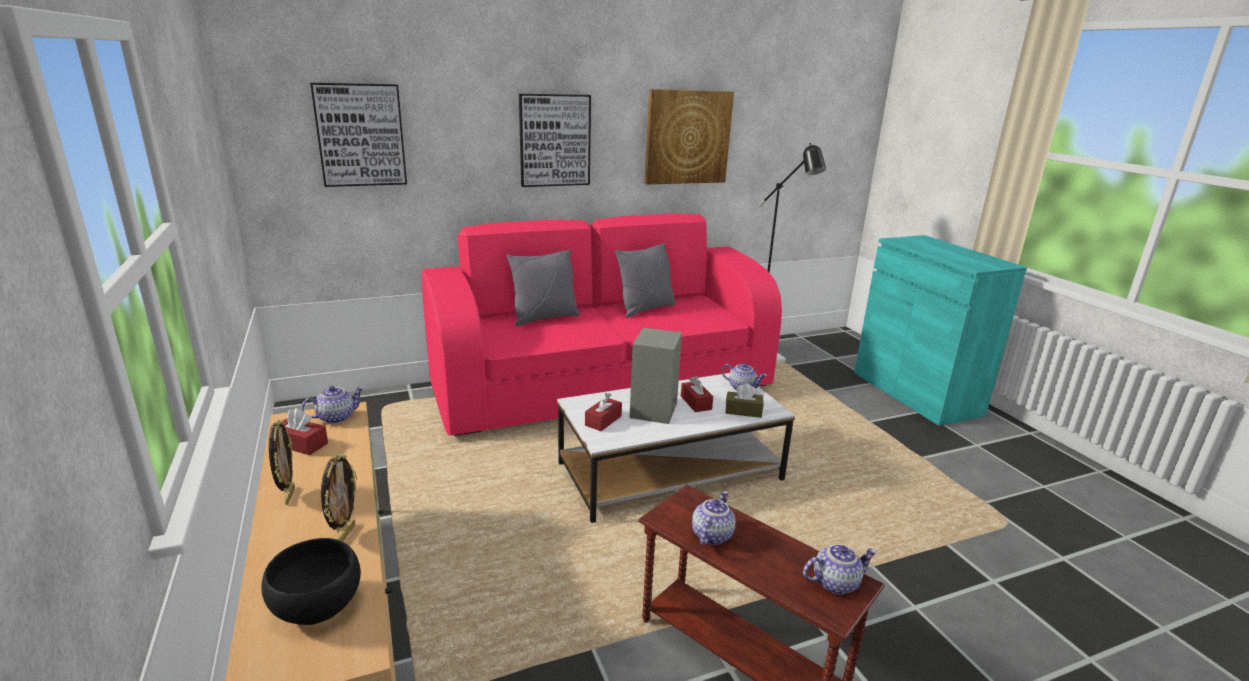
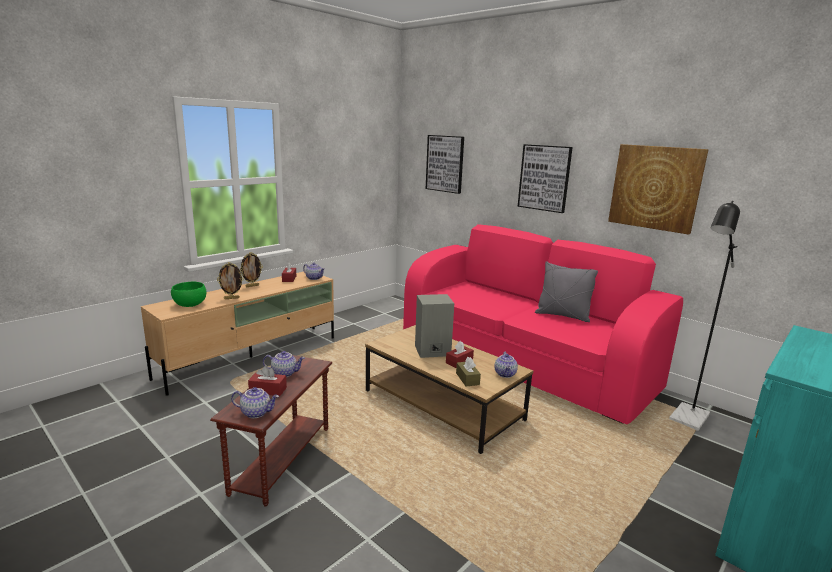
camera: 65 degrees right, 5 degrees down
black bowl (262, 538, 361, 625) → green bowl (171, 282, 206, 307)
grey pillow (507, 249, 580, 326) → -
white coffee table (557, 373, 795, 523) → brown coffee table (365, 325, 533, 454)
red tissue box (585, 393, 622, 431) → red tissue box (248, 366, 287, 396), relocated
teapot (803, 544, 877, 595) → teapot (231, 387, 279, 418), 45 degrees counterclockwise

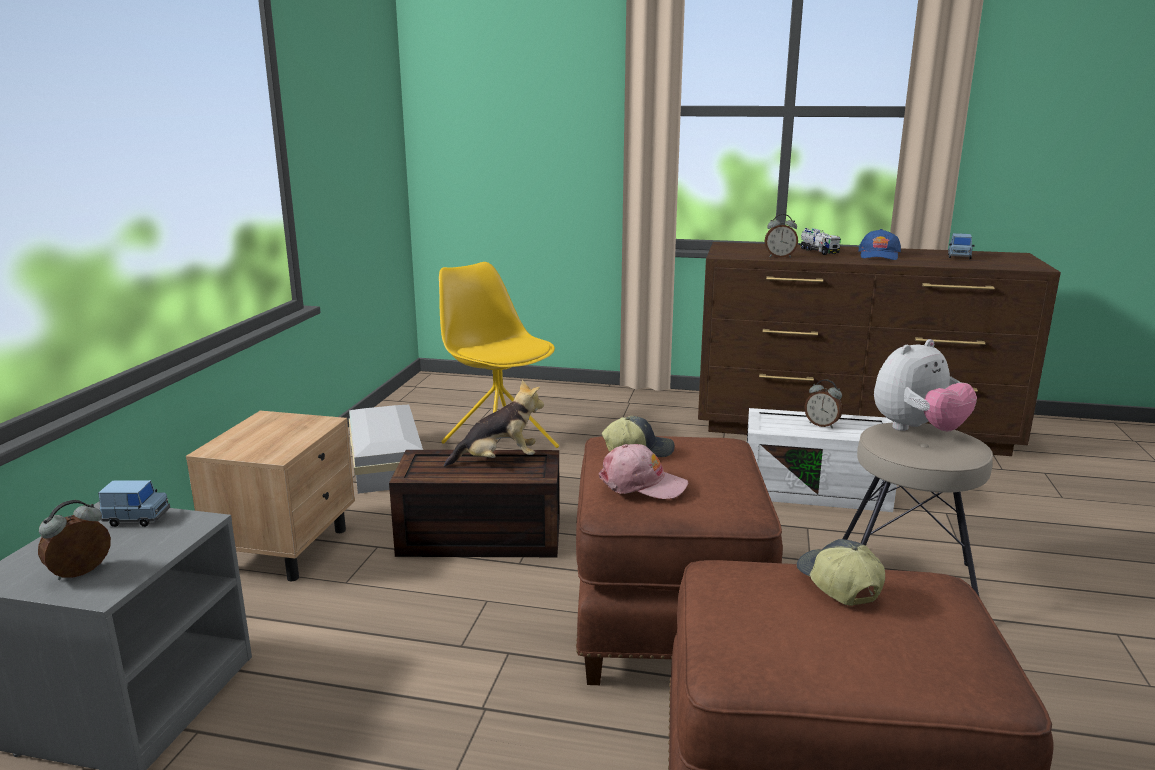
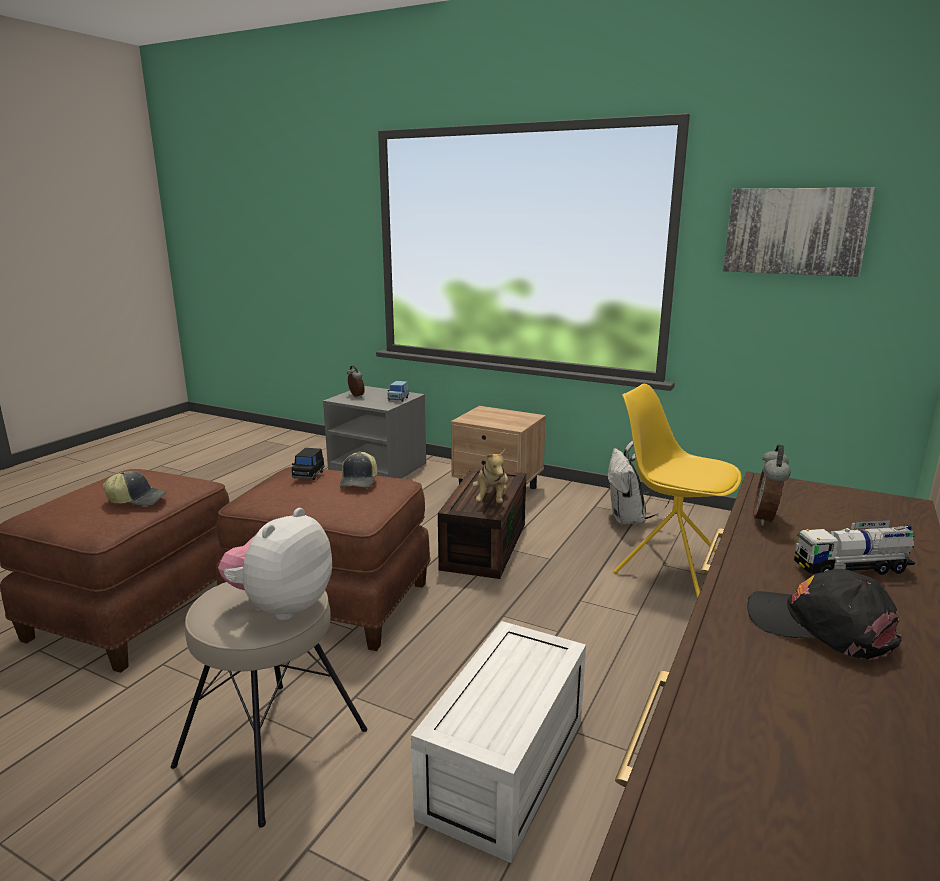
camera: 105 degrees right, 0 degrees up
white storage box (349, 404, 423, 494) → white backpack (607, 441, 672, 524)
yellow chair (439, 262, 559, 448) → yellow chair (613, 384, 741, 599), 120 degrees counterclockwise
pink cap (599, 444, 689, 499) → black toy car (292, 448, 325, 480)
alarm clock (805, 379, 843, 428) → -
blue cap (859, 229, 901, 260) → black cap (748, 569, 902, 660)
plush toy (874, 339, 977, 431) → plush toy (218, 508, 332, 621), 45 degrees clockwise
blue toy car (948, 233, 975, 259) → -
- → picture (723, 187, 875, 277)

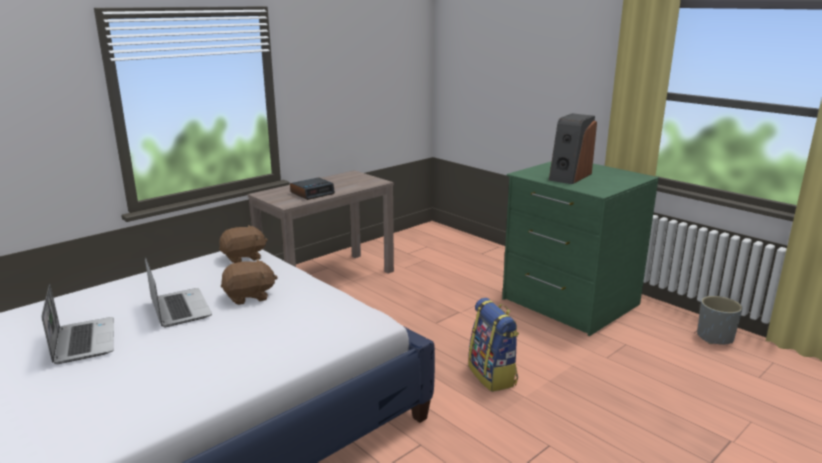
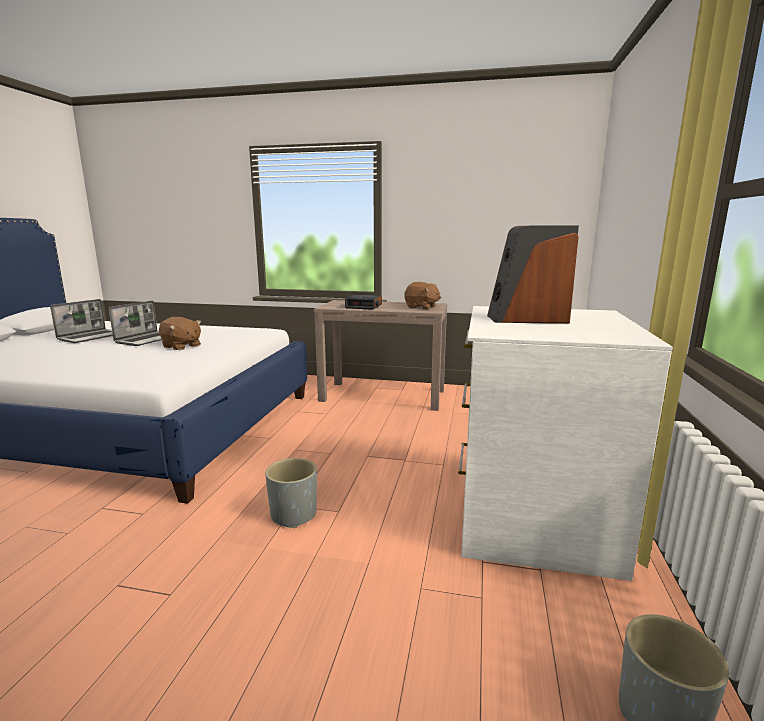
camera: 55 degrees right, 5 degrees down
brown plush toy (219, 225, 268, 263) → brown plush toy (404, 282, 441, 310), relocated
backpack (468, 298, 519, 392) → grey planter (265, 458, 317, 528)
green dresser (502, 161, 659, 336) → white dresser (458, 306, 673, 581)

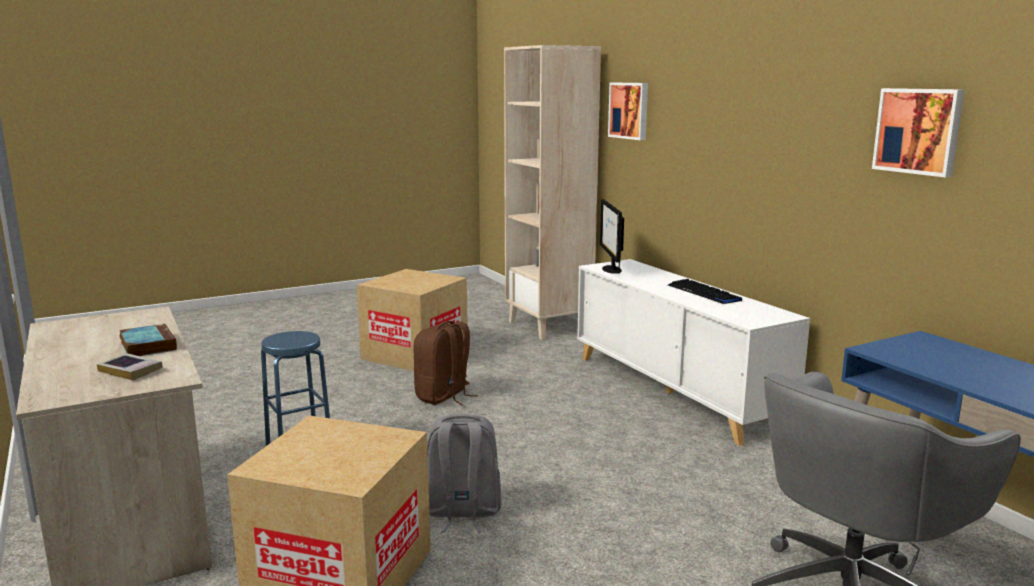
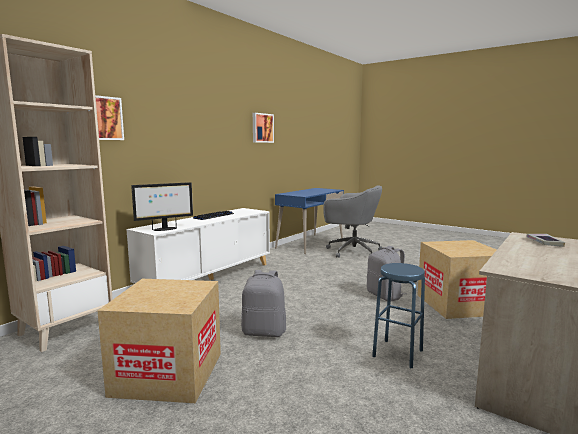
camera: 115 degrees left, 5 degrees down
book (119, 324, 177, 356) → -
brown backpack (413, 321, 478, 405) → grey backpack (241, 270, 286, 337)

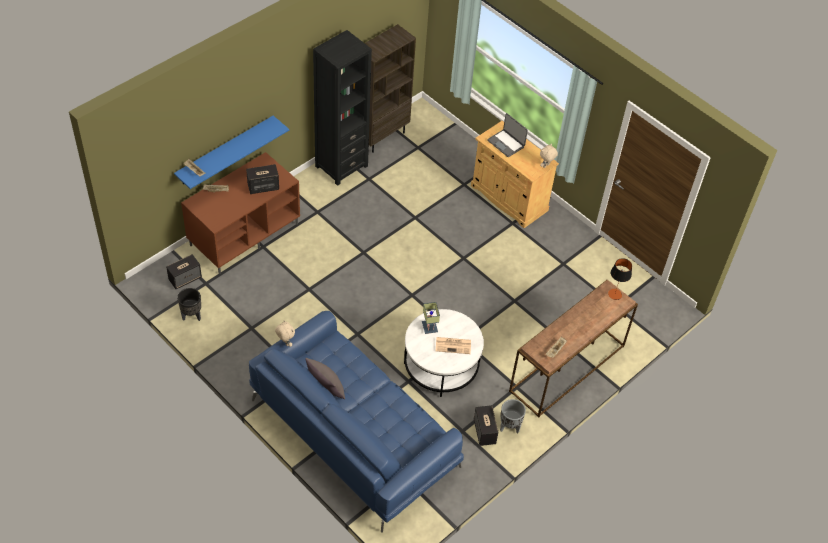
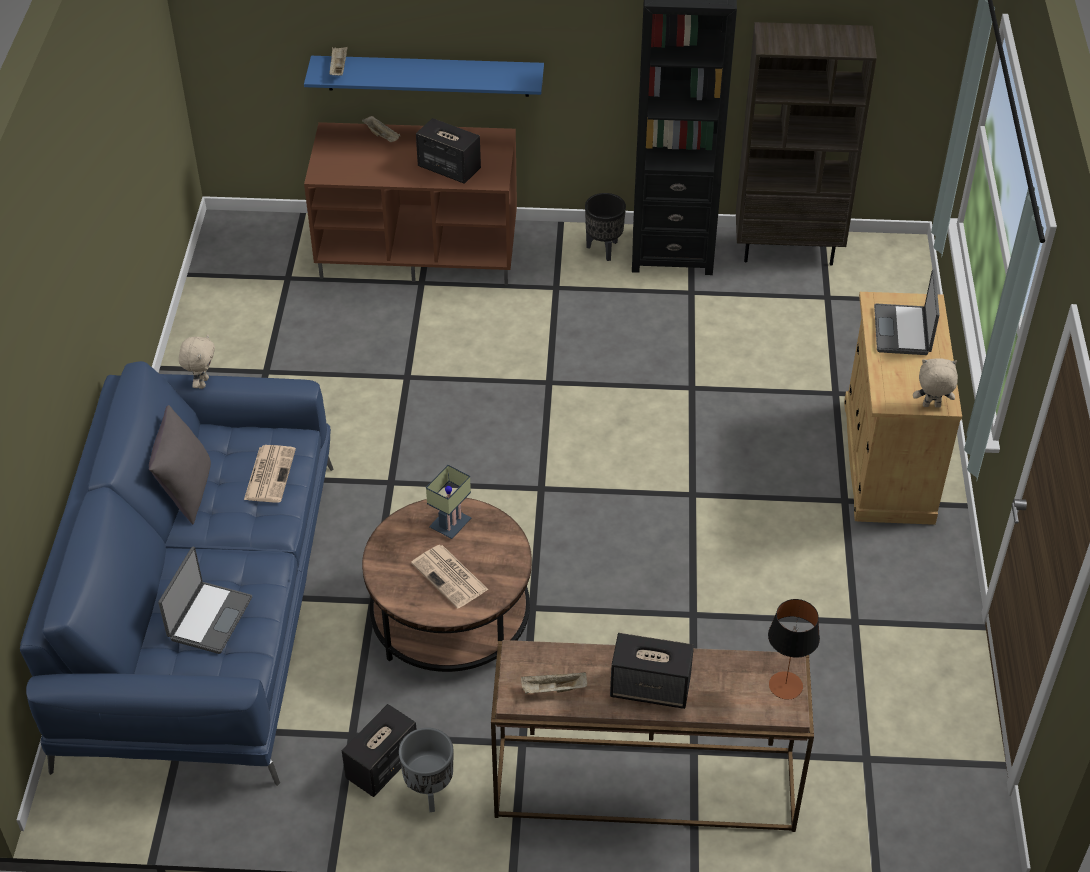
camera: 50 degrees right, 5 degrees down
speaker (166, 254, 202, 289) → speaker (610, 633, 694, 709), relocated
black planter (177, 288, 201, 321) → black planter (585, 193, 626, 261), relocated
white coffee table (404, 309, 484, 397) → brown coffee table (362, 497, 532, 672)
- → laptop (158, 547, 252, 654)
- → newspaper (244, 445, 296, 503)

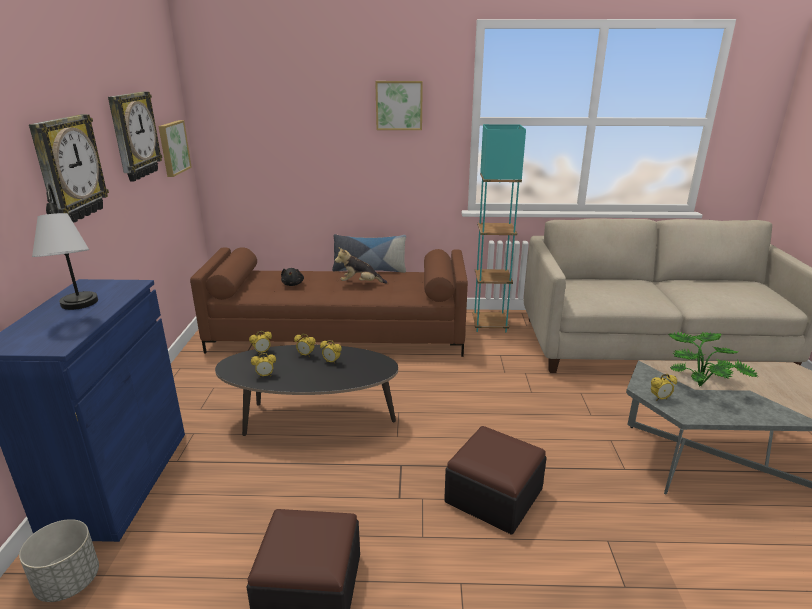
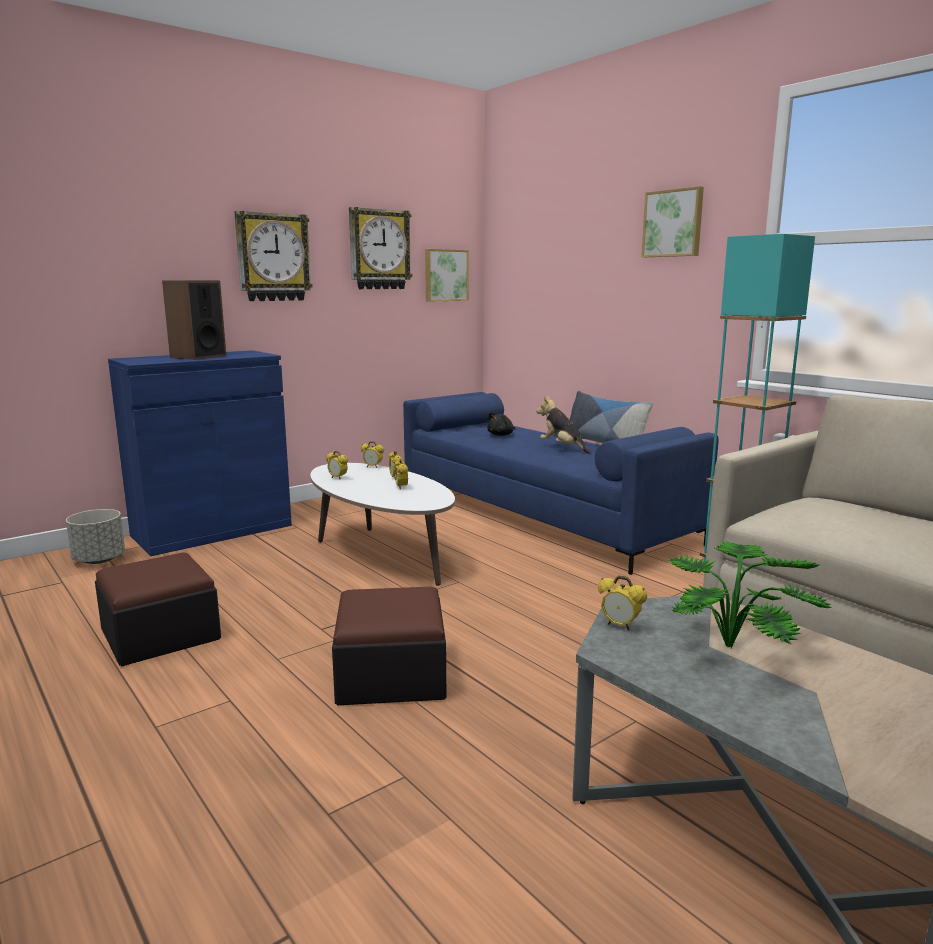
camera: 50 degrees right, 10 degrees down
table lamp (32, 183, 98, 310) → speaker (162, 281, 226, 360)
brown sofa (190, 247, 468, 357) → blue sofa (403, 392, 719, 575)
black coffee table (215, 345, 398, 436) → white coffee table (310, 463, 455, 586)

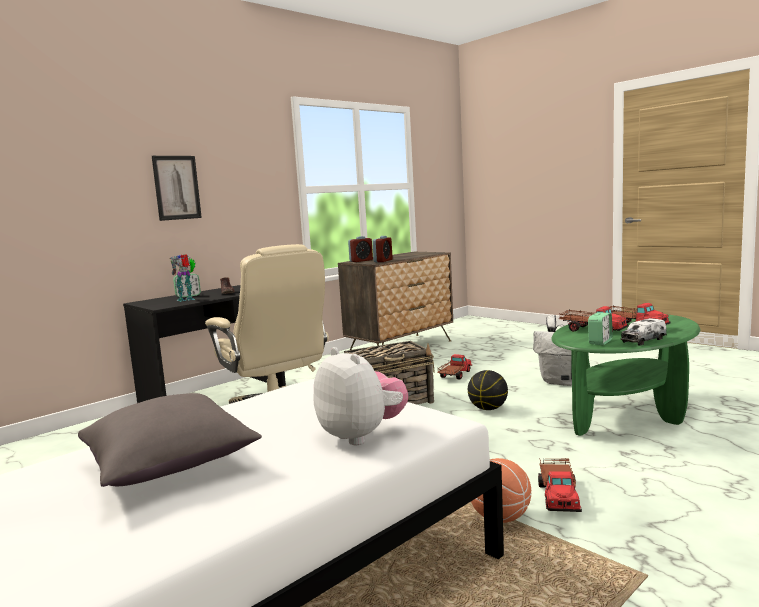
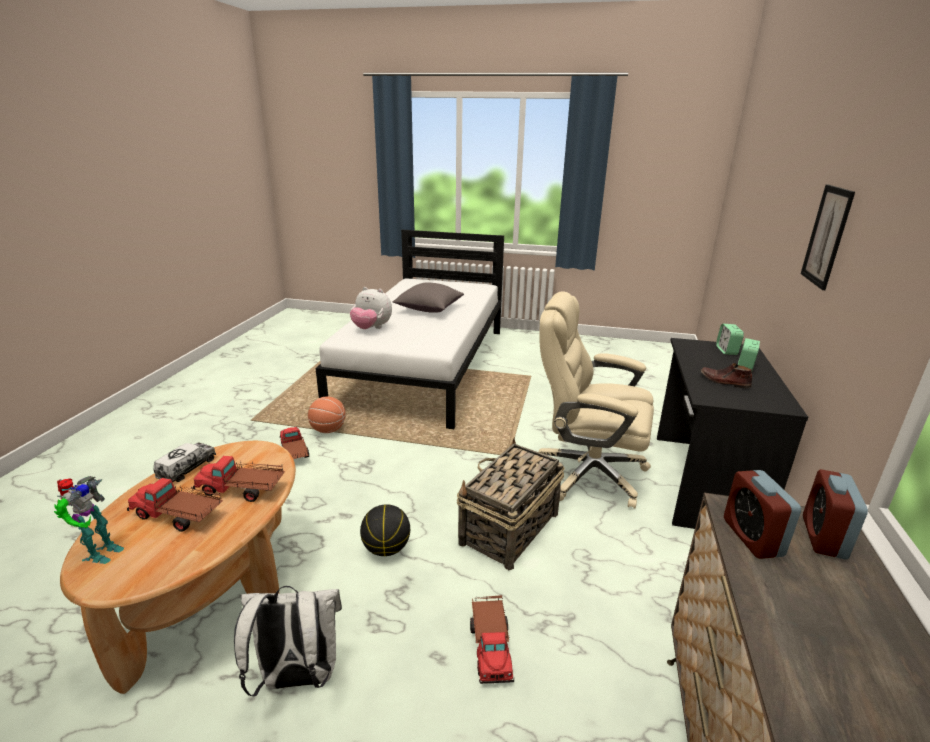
camera: 145 degrees right, 15 degrees up
toy robot (169, 255, 195, 302) → toy robot (54, 476, 124, 564), relocated
green coffee table (551, 314, 700, 436) → brown coffee table (60, 441, 296, 694)
alarm clock (588, 313, 613, 345) → alarm clock (716, 324, 744, 355), relocated

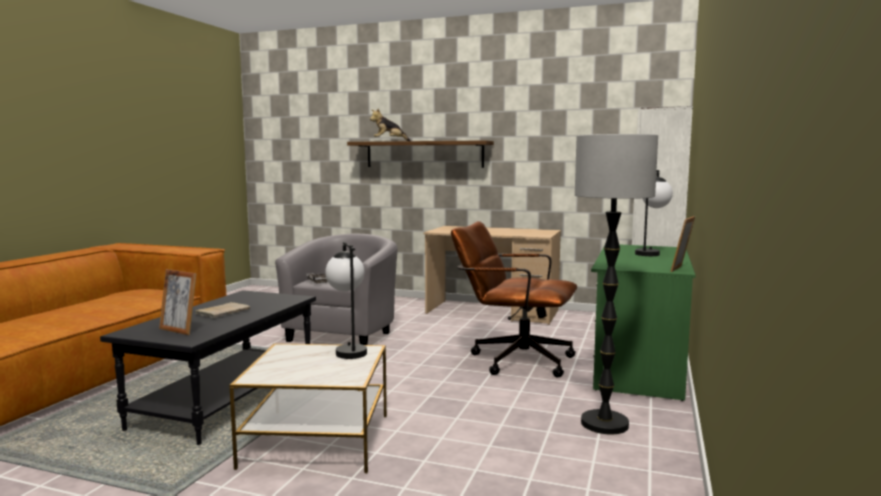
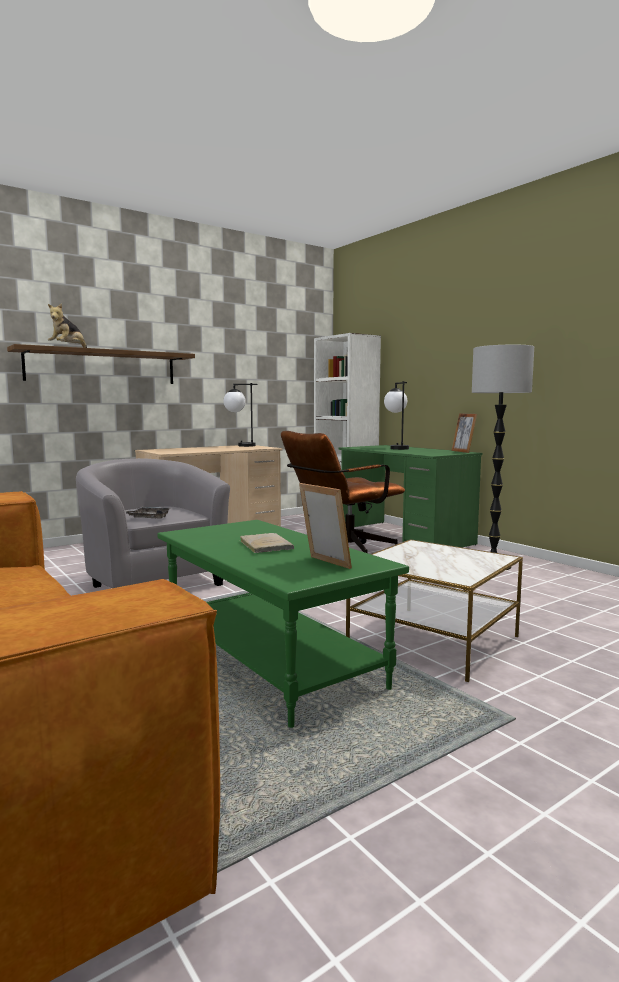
camera: 55 degrees left, 0 degrees up
black coffee table (100, 290, 316, 445) → green coffee table (158, 520, 409, 728)
picture frame (159, 269, 196, 335) → picture frame (299, 483, 352, 569), 105 degrees counterclockwise
table lamp (325, 242, 367, 359) → table lamp (224, 383, 258, 447), relocated

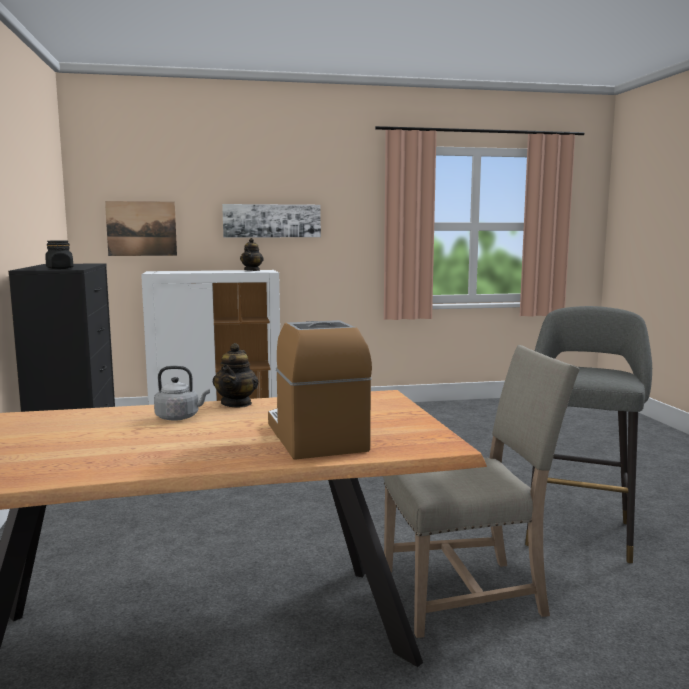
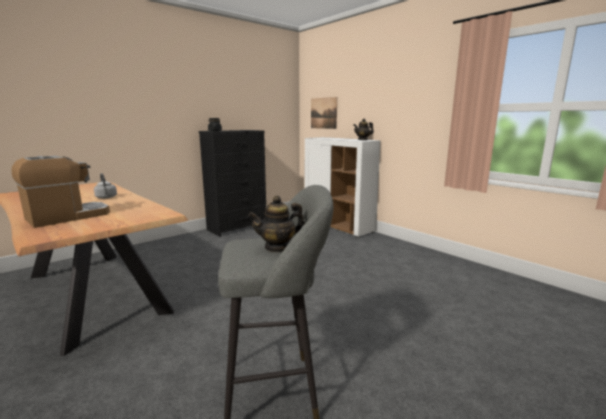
camera: 60 degrees right, 5 degrees up
teapot (213, 343, 259, 408) → teapot (248, 196, 305, 252), relocated
picture (222, 204, 321, 237) → -
beige chair (383, 345, 580, 638) → -

